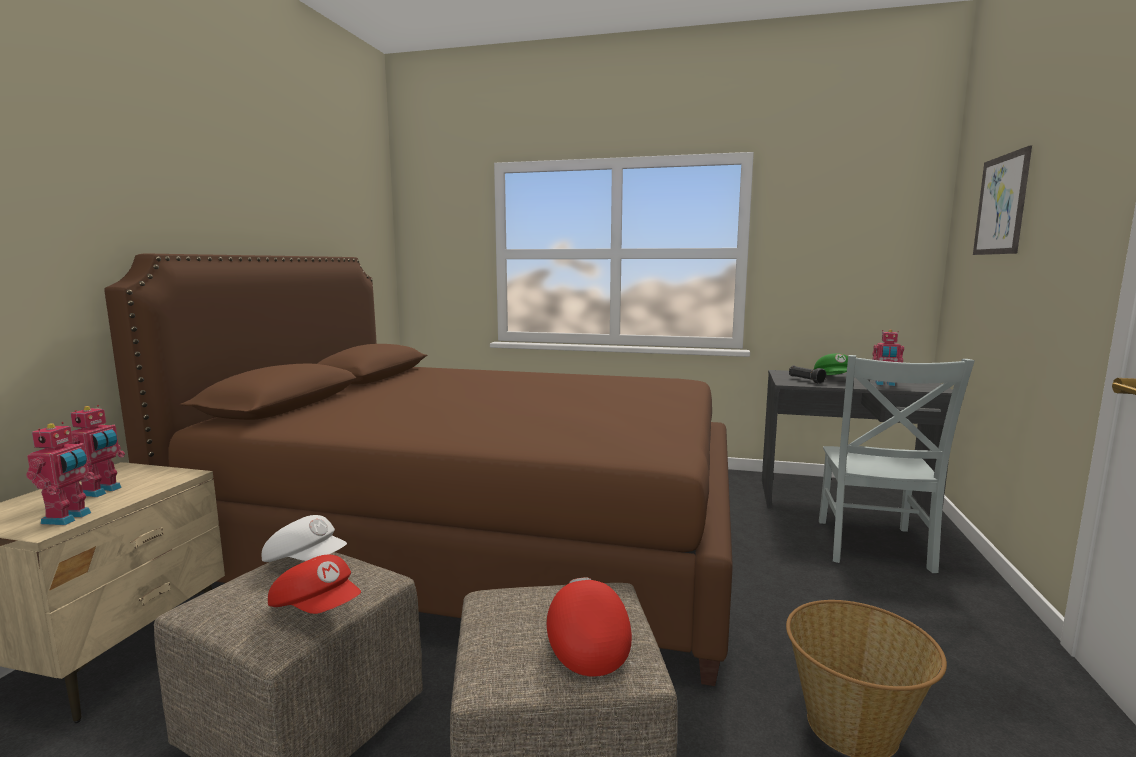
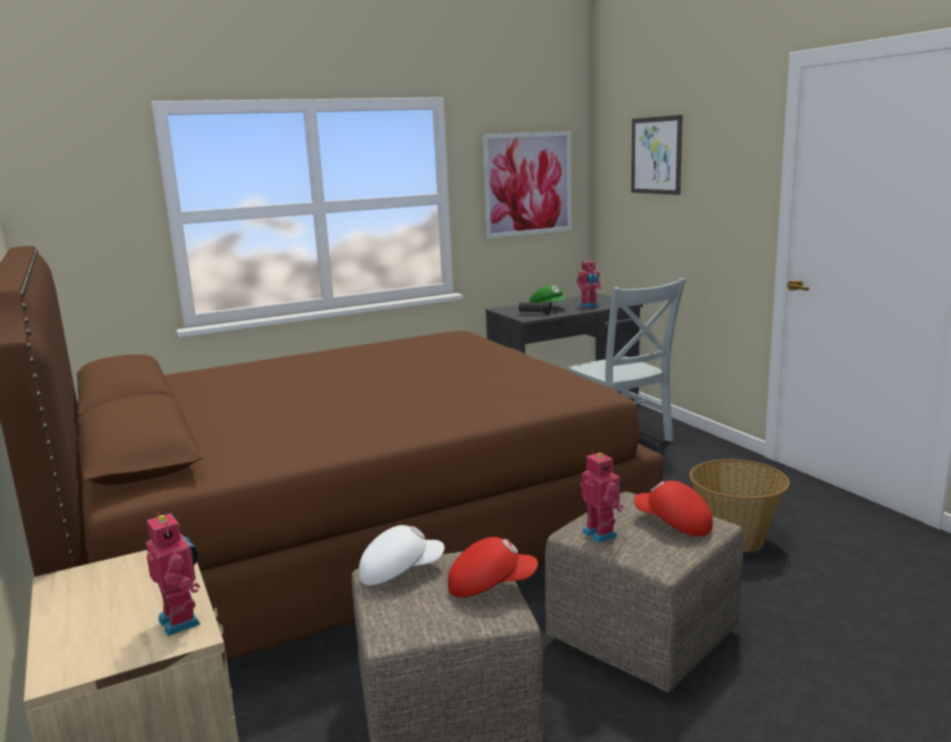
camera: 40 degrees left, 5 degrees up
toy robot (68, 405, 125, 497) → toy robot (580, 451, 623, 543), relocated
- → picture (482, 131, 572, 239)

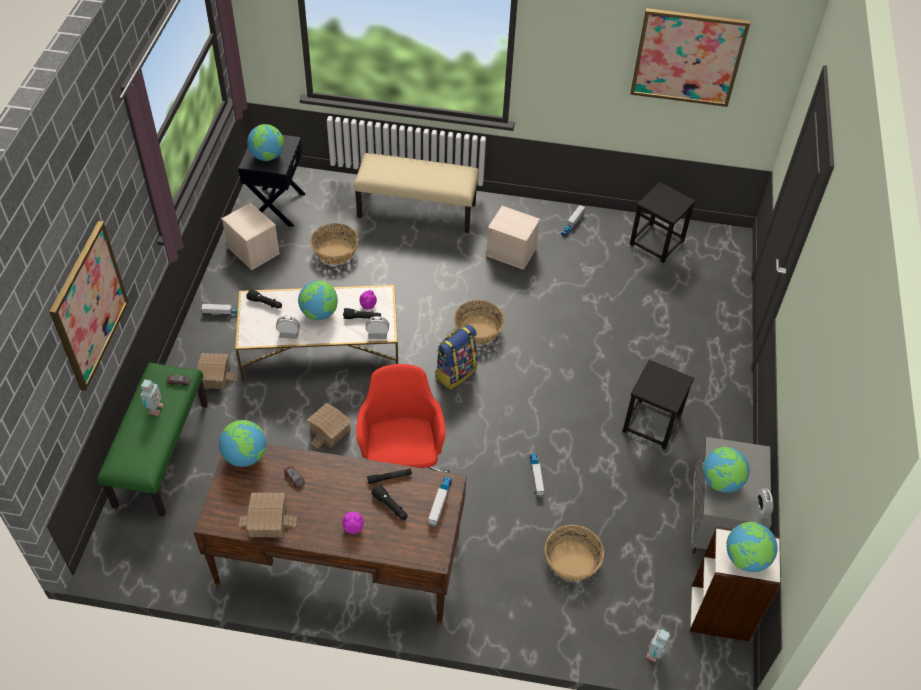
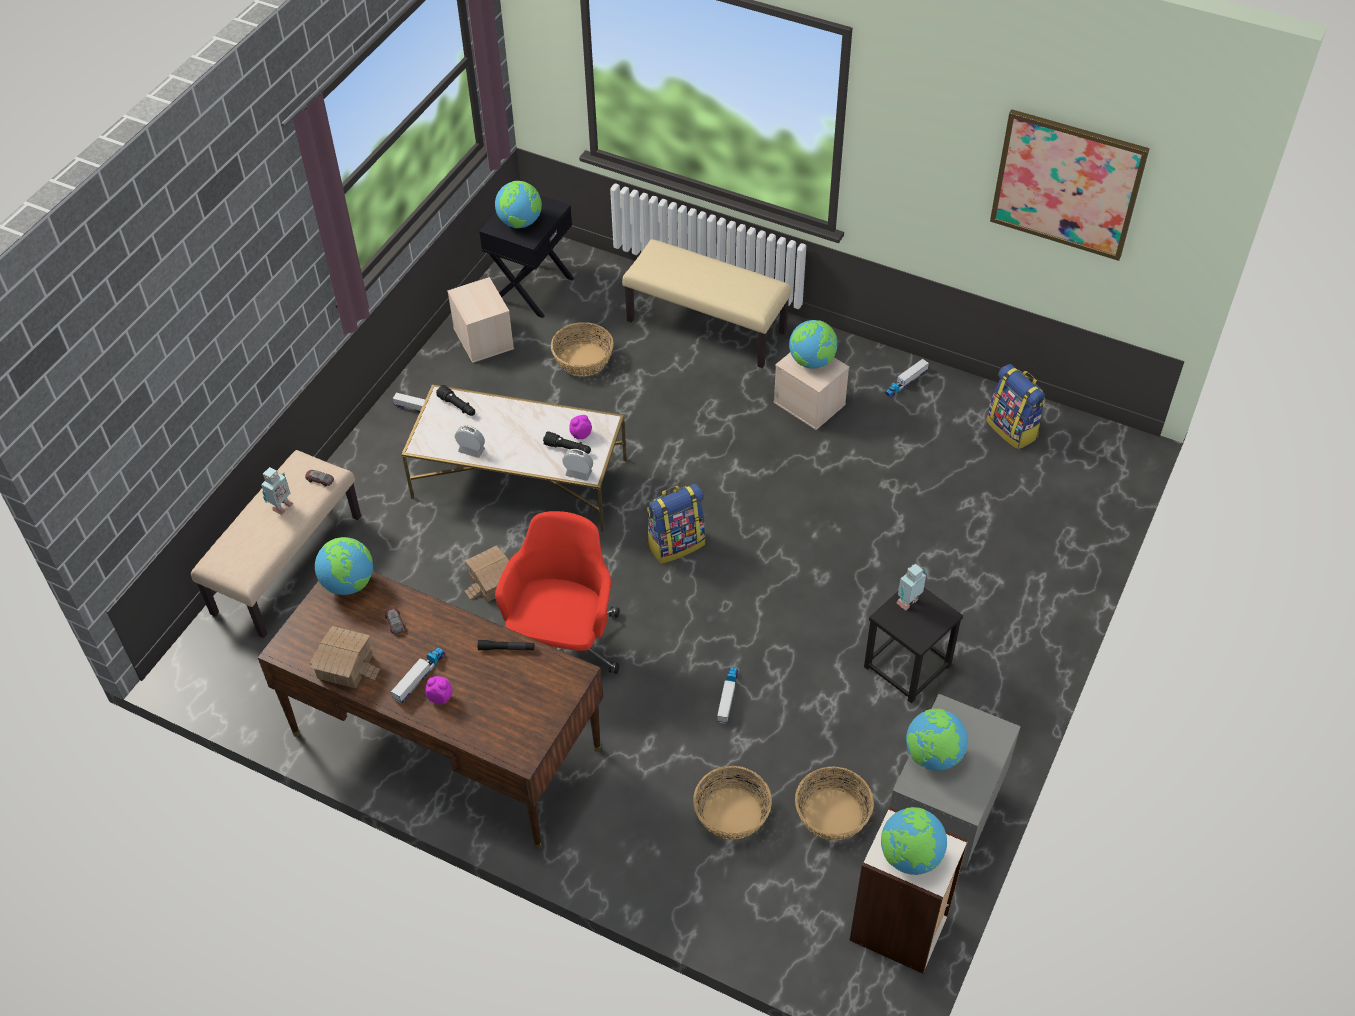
camera: 20 degrees right, 0 degrees up
picture (49, 221, 129, 391) → -
green bench (98, 363, 208, 516) → beige bench (191, 450, 361, 638)
toy house (197, 353, 238, 389) → -
globe (298, 281, 338, 320) → globe (789, 320, 838, 369), relocated
black flashlight (371, 484, 408, 520) → -
toy truck (428, 477, 452, 527) → toy truck (391, 647, 445, 704), relocated
basket (454, 300, 505, 345) → basket (795, 767, 874, 841), relocated
black stool (630, 182, 696, 263) → backpack (986, 364, 1046, 449)
toy robot (646, 628, 670, 662) → toy robot (897, 564, 926, 610), relocated
alarm clock (752, 488, 773, 519) → -

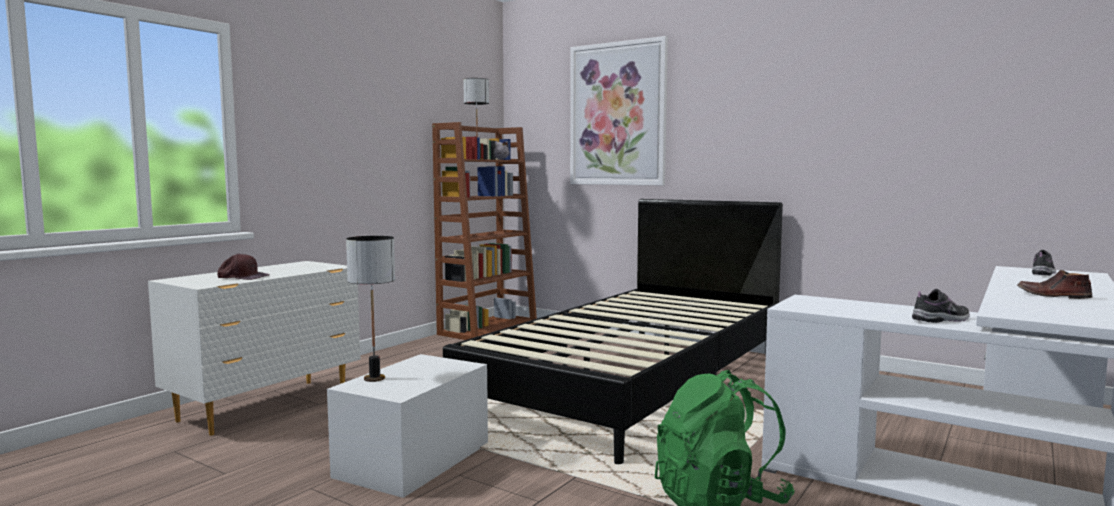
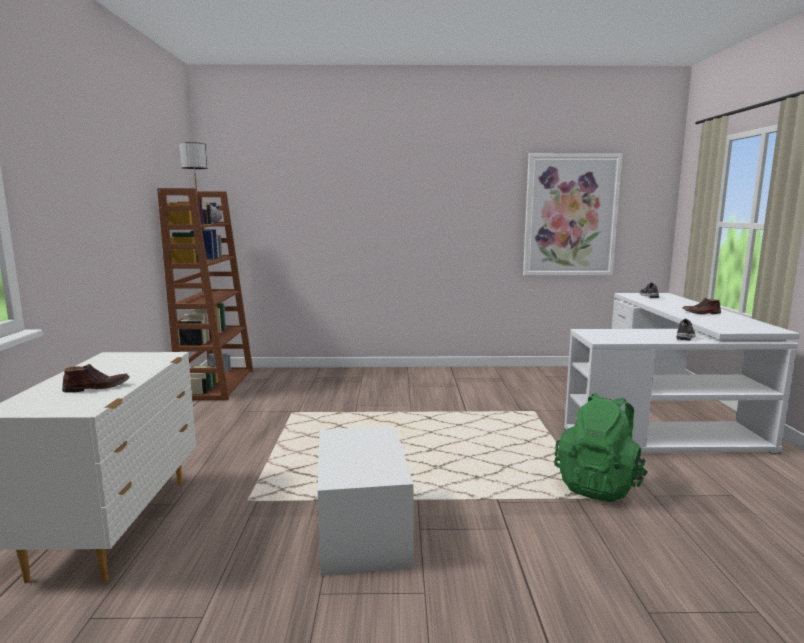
camera: 35 degrees left, 5 degrees up
brown cap (217, 254, 270, 280) → brown shoe (62, 364, 130, 393)
table lamp (346, 236, 395, 382) → -
black bed (443, 199, 783, 464) → -
picture (570, 36, 668, 185) → picture (523, 153, 622, 276), relocated

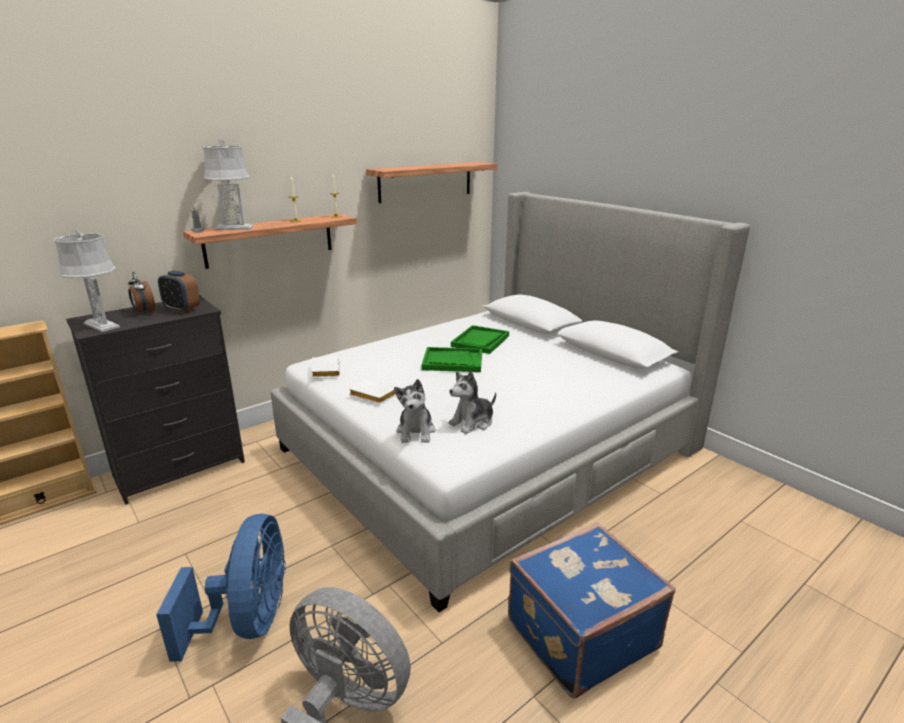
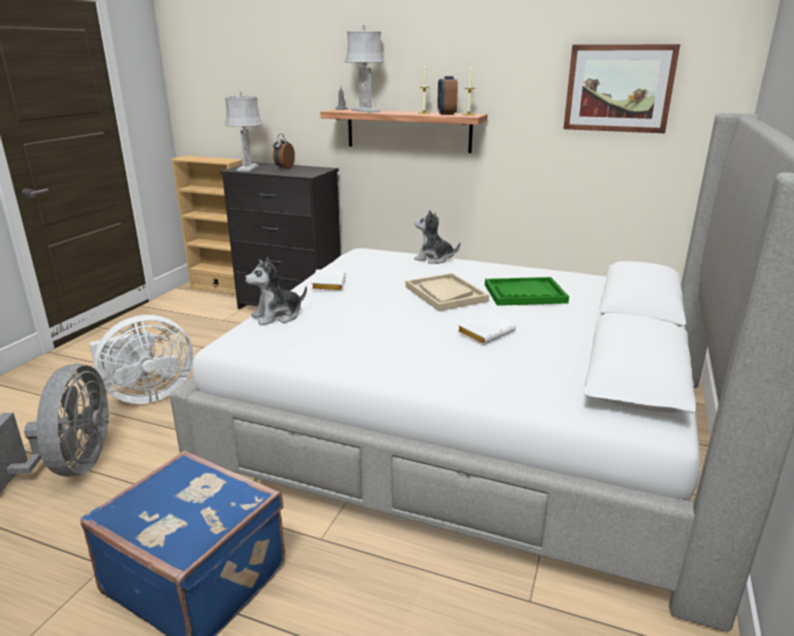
camera: 60 degrees right, 0 degrees up
blue fan (156, 514, 286, 662) → white fan (89, 315, 193, 404)
alarm clock (158, 271, 200, 313) → alarm clock (438, 76, 458, 115), relocated
white book (311, 357, 340, 377) → white book (457, 312, 516, 345), relocated
shelf (366, 162, 498, 203) → picture (563, 44, 680, 133)
green tray (422, 347, 482, 372) → beige tray (405, 273, 489, 311)
plush toy (449, 371, 496, 434) → plush toy (414, 210, 460, 264), relocated

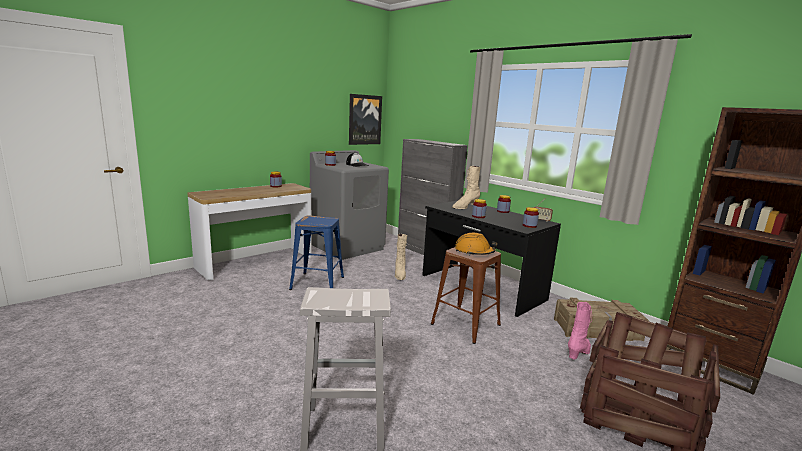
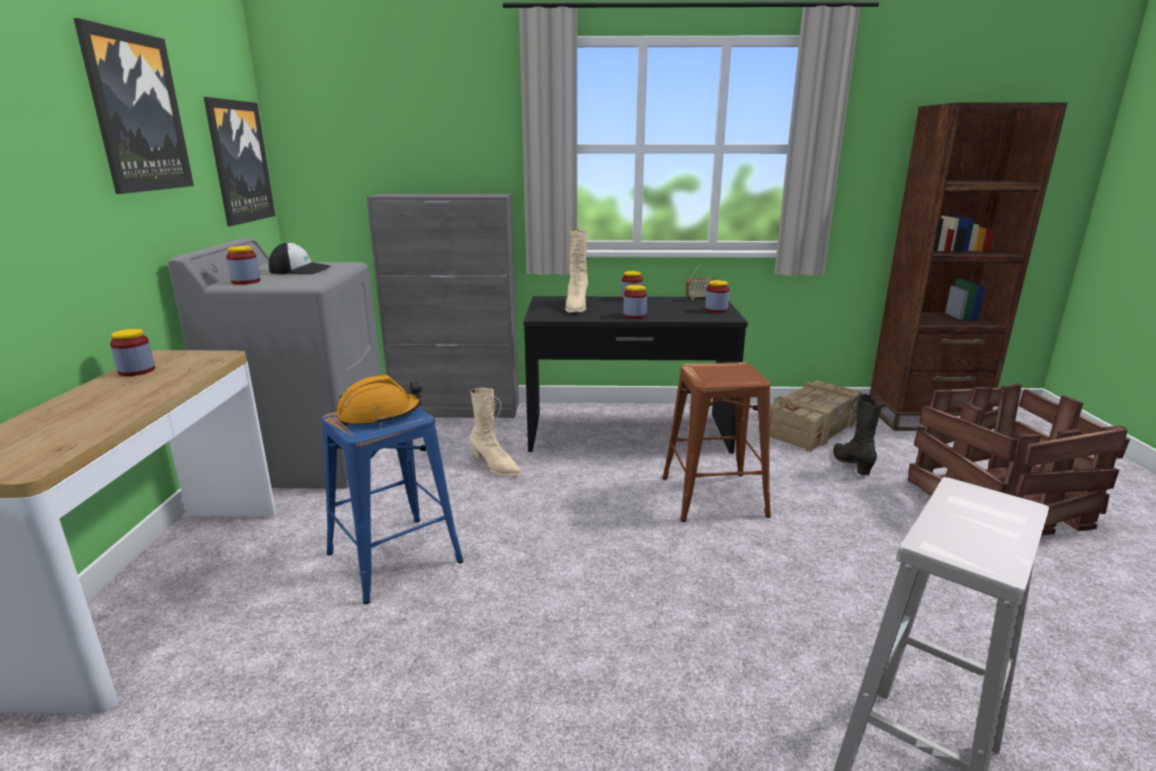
camera: 45 degrees left, 5 degrees up
orange hard hat (455, 233, 498, 255) → orange hard hat (337, 375, 422, 426), relocated
pink boot (568, 302, 592, 359) → black boot (833, 393, 883, 475)
- → picture (73, 18, 194, 194)

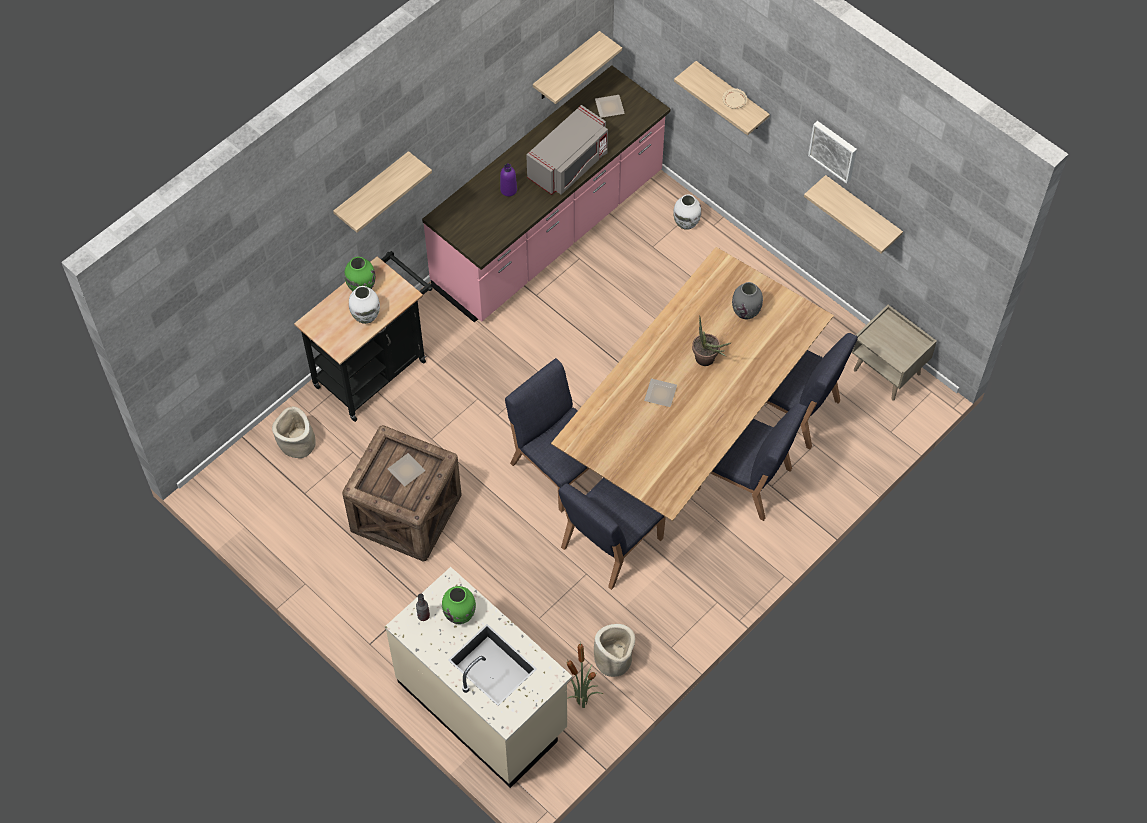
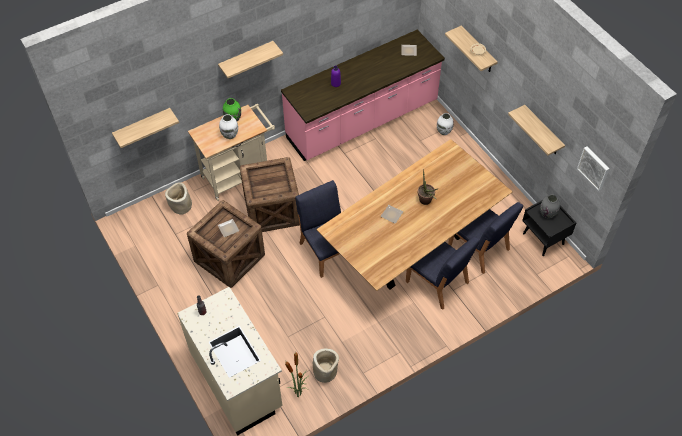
camera: 15 degrees right, 5 degrees down
black cart (294, 251, 433, 422) → beige cart (188, 104, 275, 201)
green vase (442, 586, 476, 624) → -
grey microwave (526, 105, 608, 195) → -
shelf (533, 31, 622, 104) → shelf (112, 108, 179, 148), relocated
blue chair (558, 478, 666, 590) → -
grey vase (732, 282, 763, 319) → grey vase (540, 194, 560, 218), relocated
picture (808, 121, 857, 184) → picture (577, 147, 610, 191), relocated
beige nightstand (851, 305, 937, 401) → black nightstand (522, 201, 576, 256)
- → crate (240, 157, 300, 232)

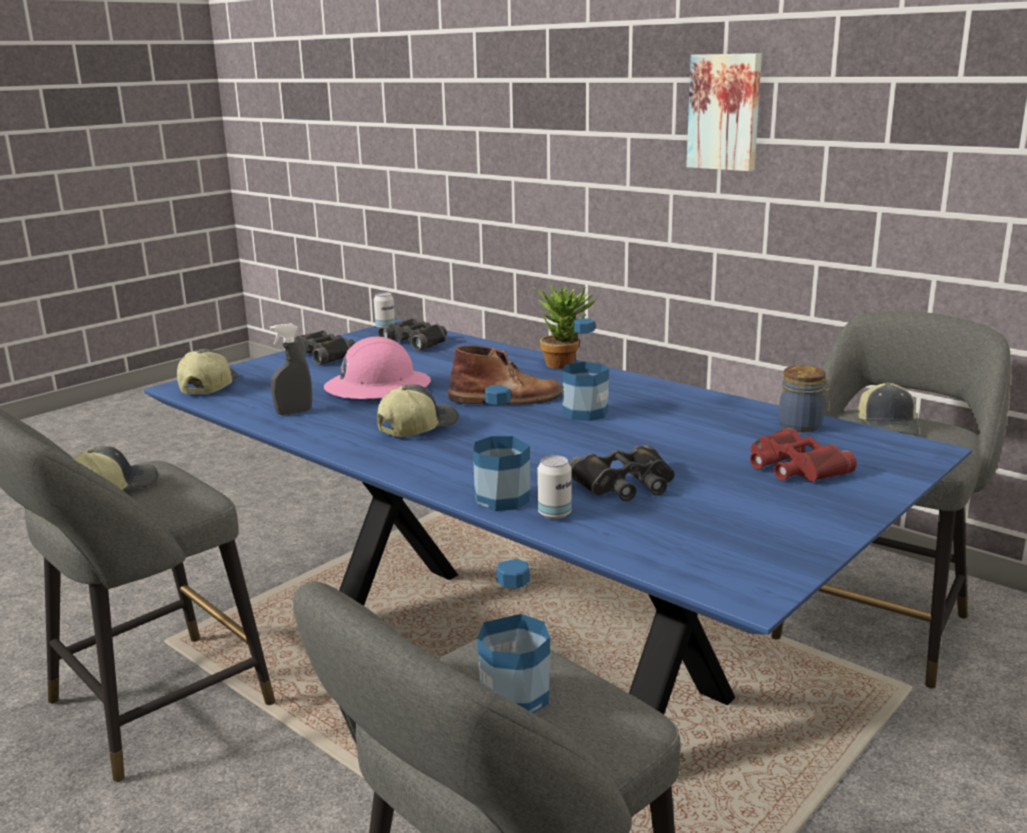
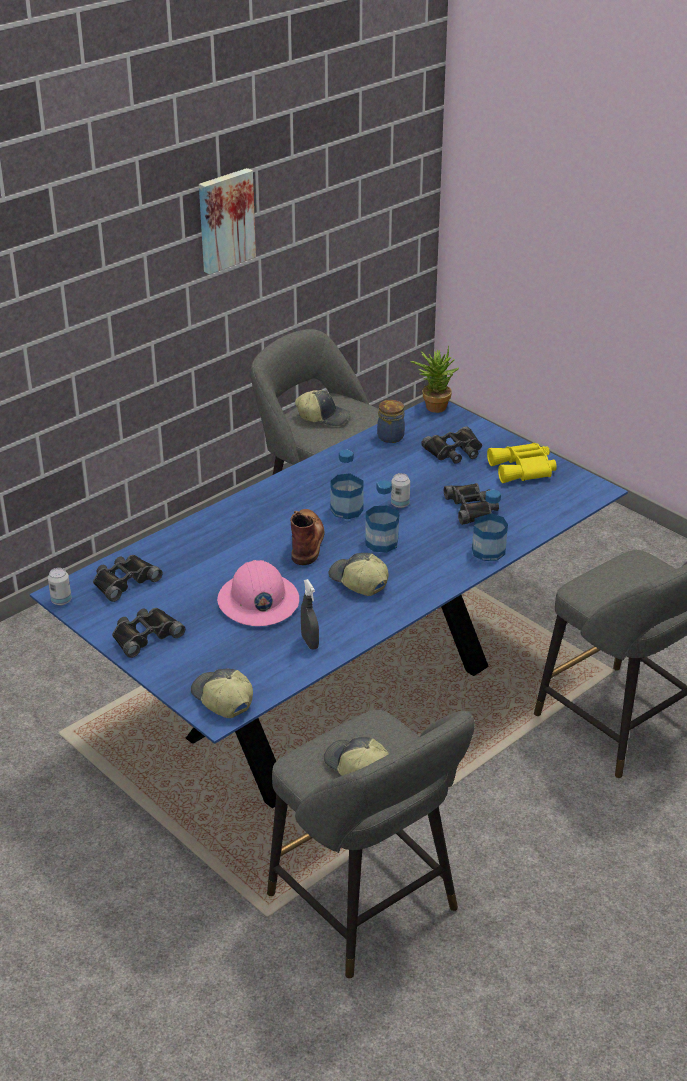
camera: 85 degrees left, 15 degrees up
cap (177, 349, 238, 394) → cap (191, 669, 253, 718), 45 degrees clockwise
bottle (477, 559, 550, 714) → bottle (365, 480, 399, 553), relocated
potted plant (533, 285, 597, 369) → potted plant (410, 346, 459, 413), relocated
can (537, 455, 572, 520) → can (391, 473, 410, 508), relocated
picture (686, 53, 762, 171) → picture (199, 168, 256, 274), relocated
red binoculars (750, 428, 857, 482) → black binoculars (421, 426, 482, 464)
- → yellow binoculars (487, 443, 557, 483)

